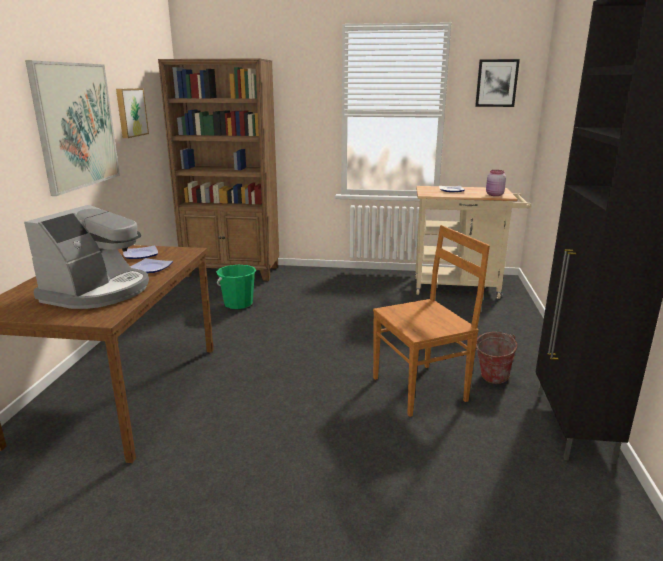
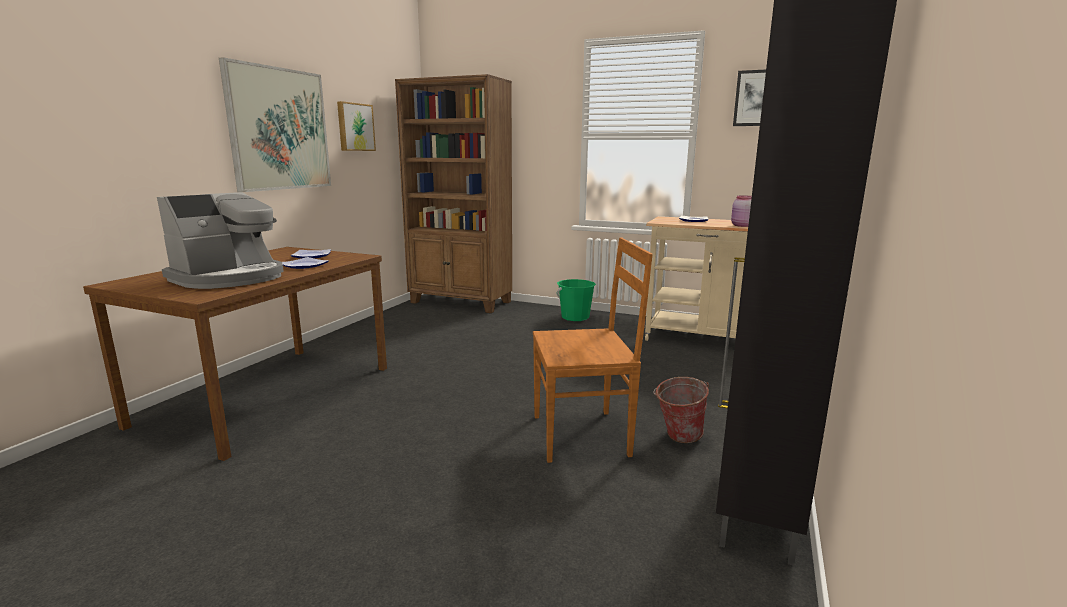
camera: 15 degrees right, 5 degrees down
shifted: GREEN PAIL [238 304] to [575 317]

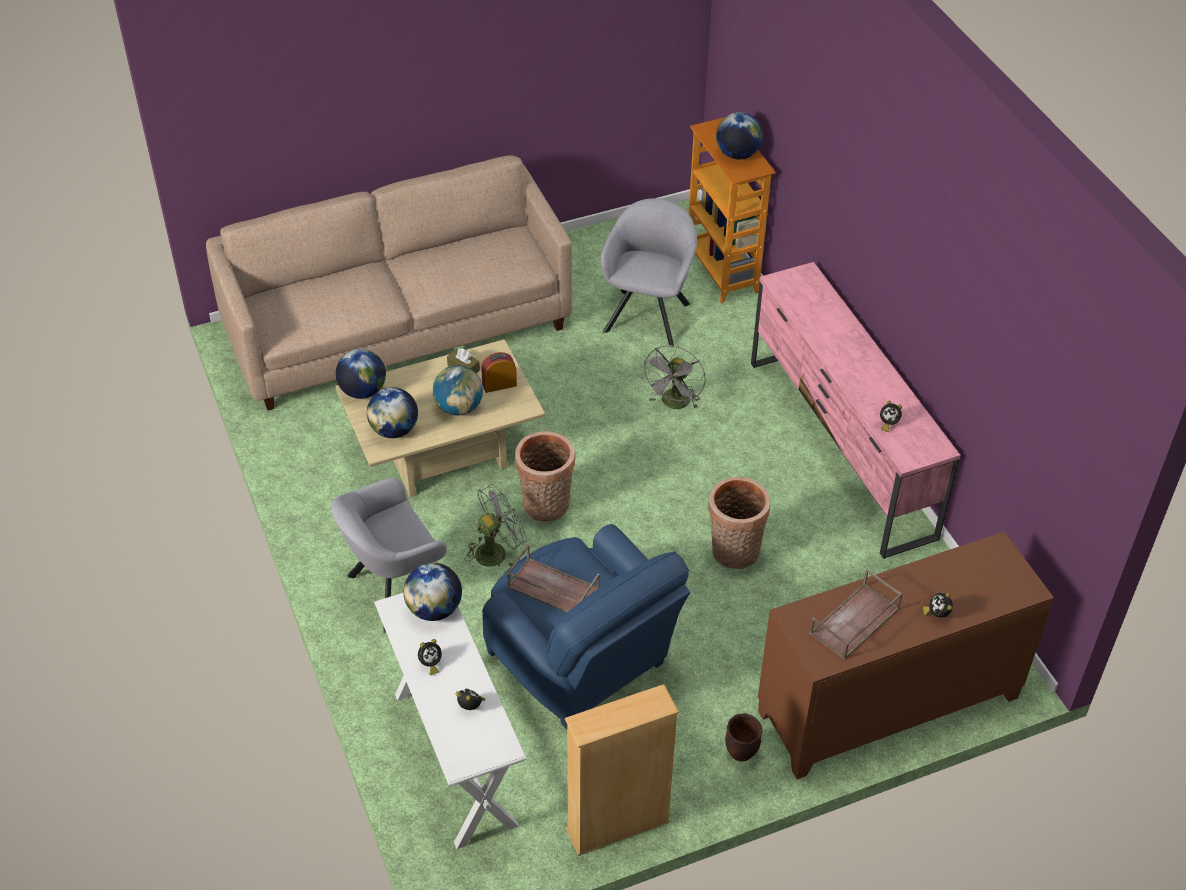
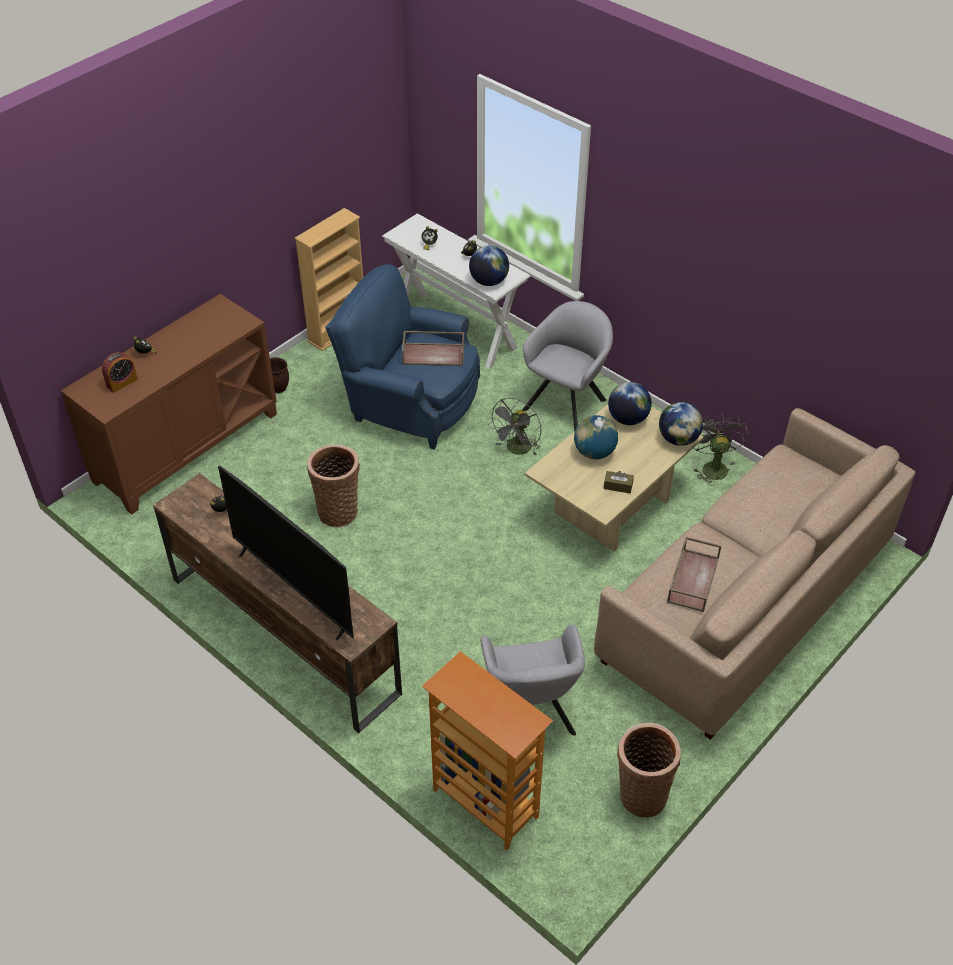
camera: 155 degrees right, 0 degrees up
gone: GLOBE [737 154]
new: TELEVISION [294 591]
shifted: GRAY ELECTRIC FAN [674 404] to [712 466]; BEDSIDE CLOCK [499 384] to [122 383]; BASKET [546 507] to [641 793]; BROWNISH TRAY [854 622] to [692 579]
repainted: PINKISH MEDIA CONSOLE [840 448] to BROWNISH MEDIA CONSOLE [283 634]

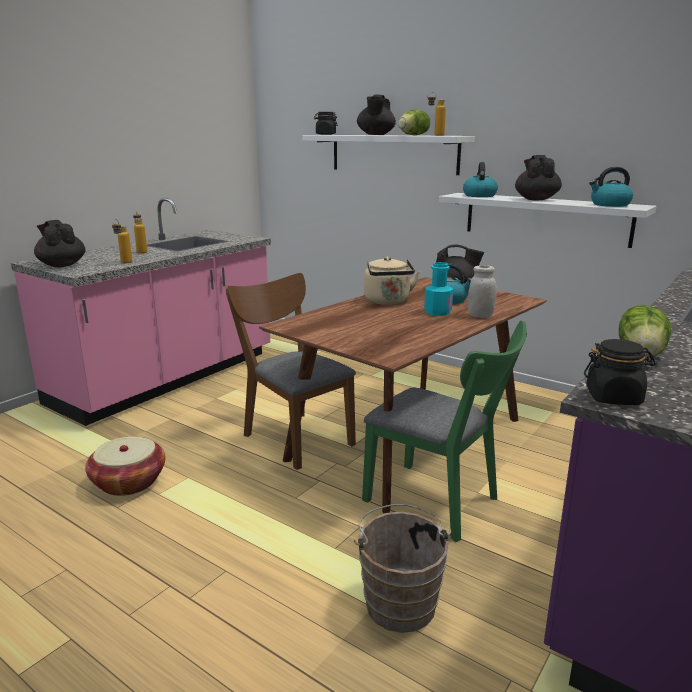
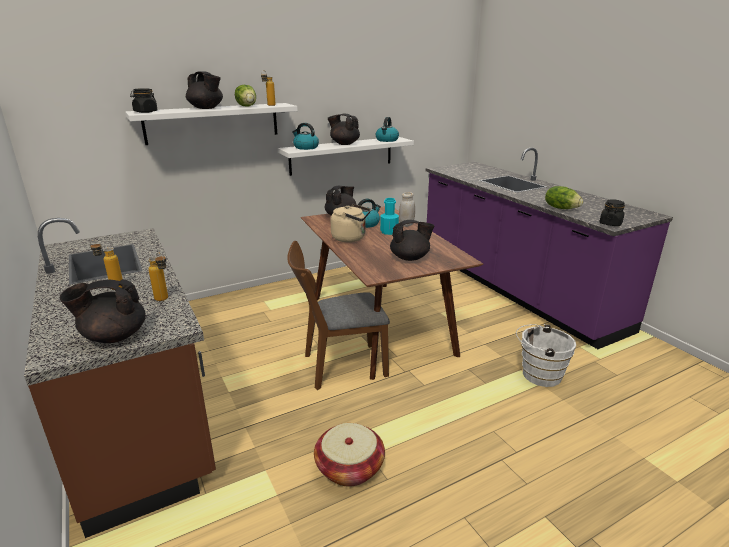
camera: 65 degrees left, 5 degrees up
gone: GREEN PLAIN CHAIR [439 503]
new: BLACK-COLOURED TEA POT [410 258]
repainted: PINKISH KITCHEN BASE UNIT [167 378] to BROWNISH KITCHEN BASE UNIT [140 416]; BROWNISH PAIL [399 601] to WHITE PAIL [538 374]

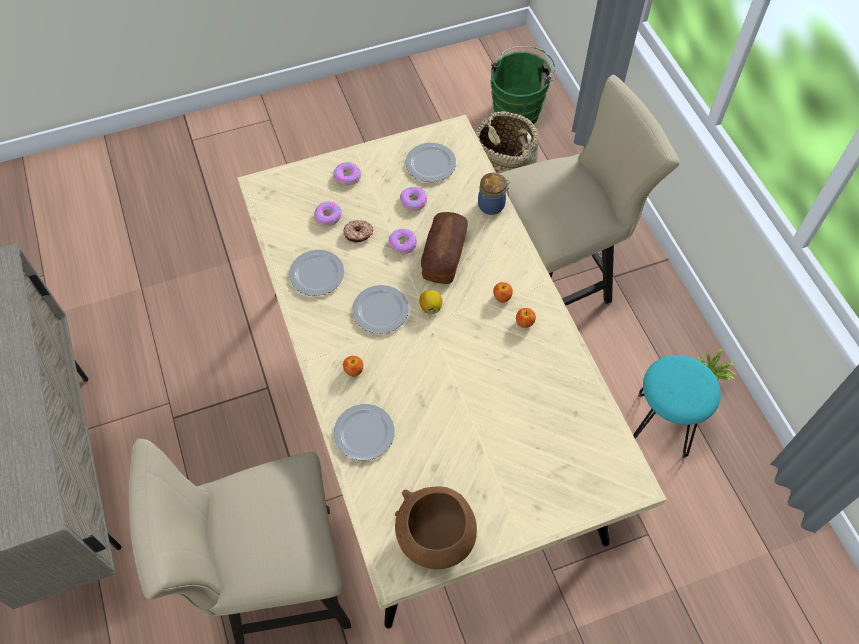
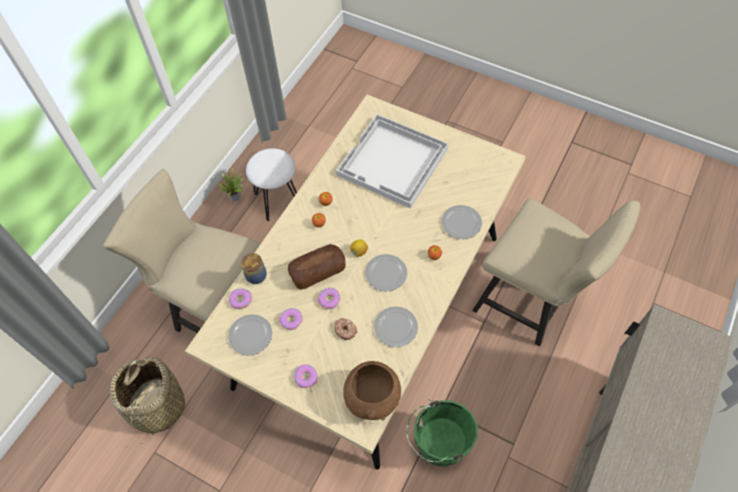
camera: 130 degrees left, 0 degrees up
new: WHITE TRAY [393 162]
shifted: GREEN PAIL [518 109] to [437 444]; DOUGHNUT [328 216] to [241 300]; BROWNISH SERVING BOWL [435 539] to [372 398]
repainted: TURQUOISE SITTING STOOL [662 424] to WHITE SITTING STOOL [277 200]

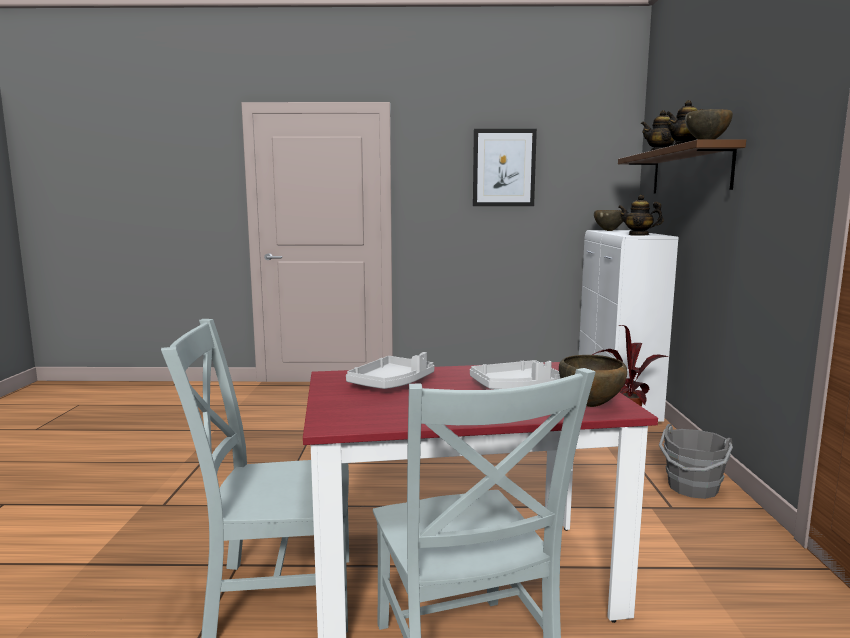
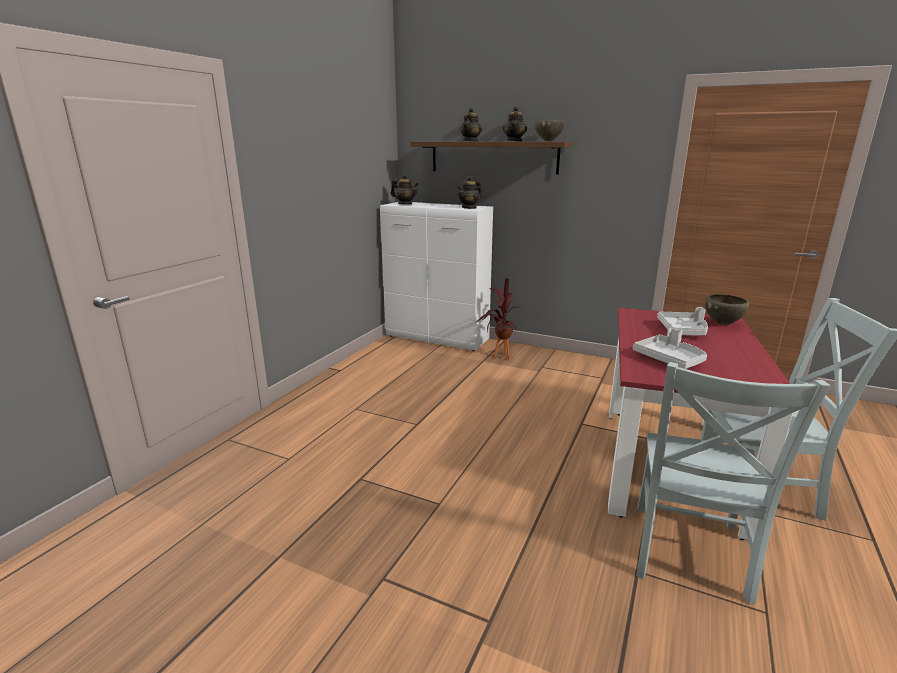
camera: 65 degrees left, 10 degrees up
gone: WALL PICTURE [504 168]; GRAY PAIL [692 488]
swapped: BROWNISH SERVING BOWL [609 231] to TEA POT [405 204]

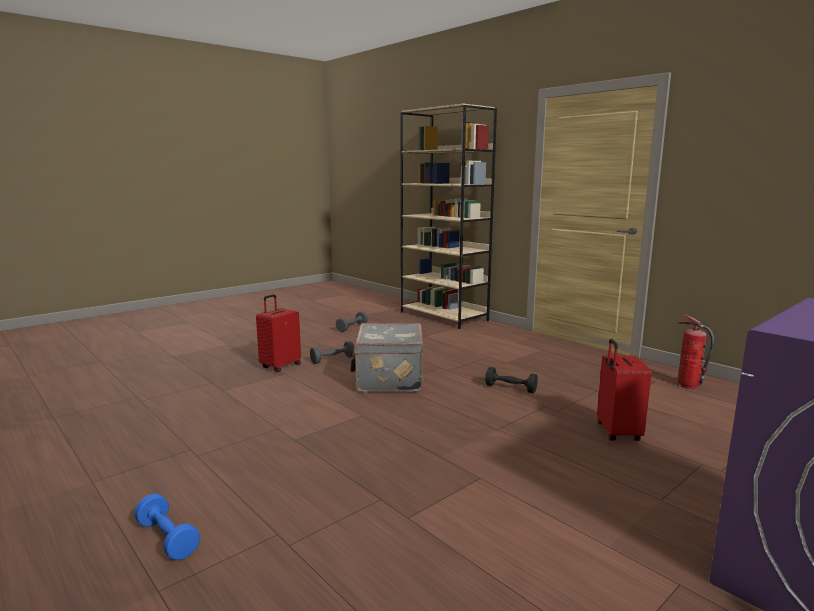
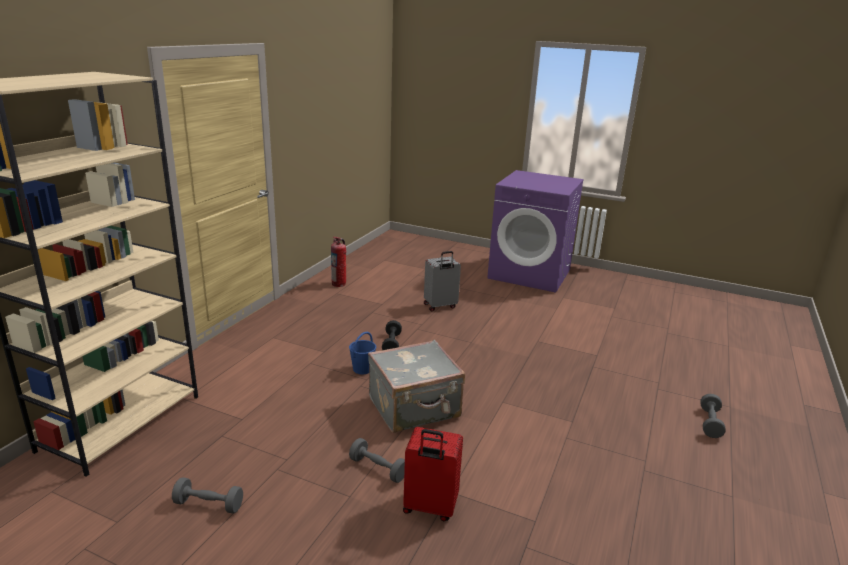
camera: 115 degrees left, 10 degrees up
new: BLUE PAIL [363 369]
repainted: RED-COLOURED SUITCASE [617 433] to GRAY SUITCASE [440 306]; BLUE FREE WEIGHT [168 539] to GRAY FREE WEIGHT [710 423]

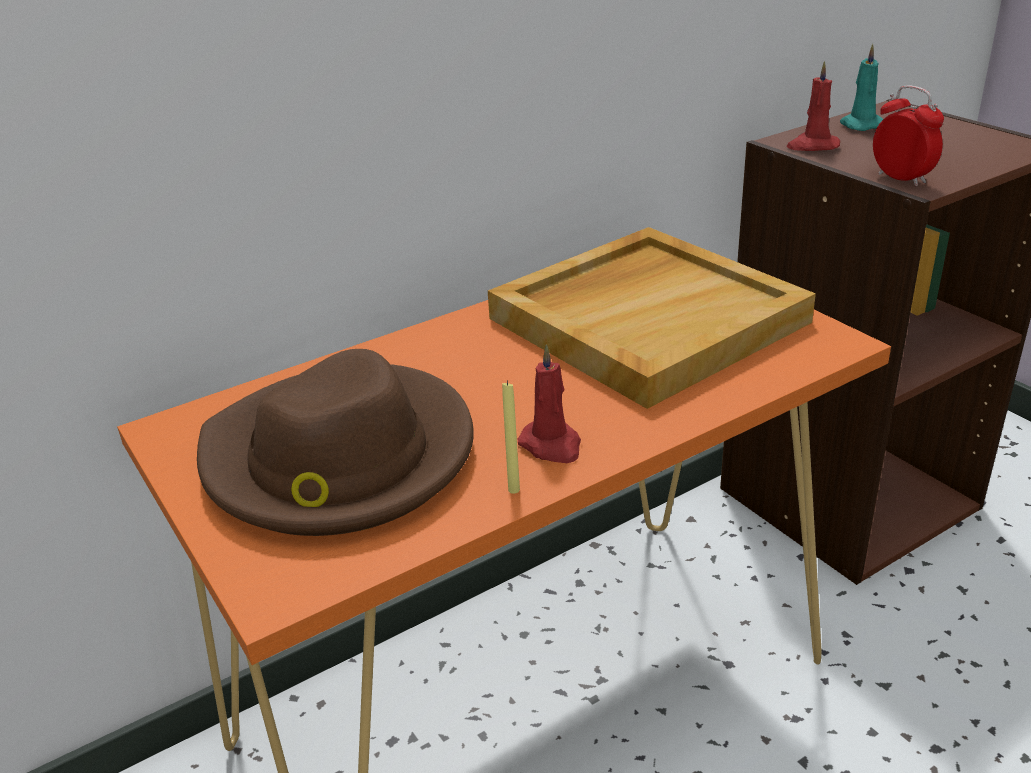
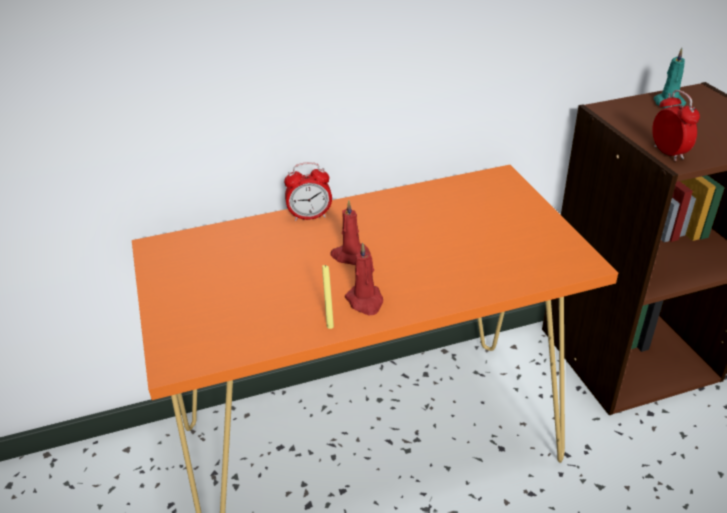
camera: 15 degrees right, 5 degrees up
gone: BEIGE TRAY [647 319]; BROWNISH WEARABLE HAT [339 458]
new: BEDSIDE CLOCK [310 216]
shifted: RED-COLOURED WAX CANDLE [812 146] to [349 255]

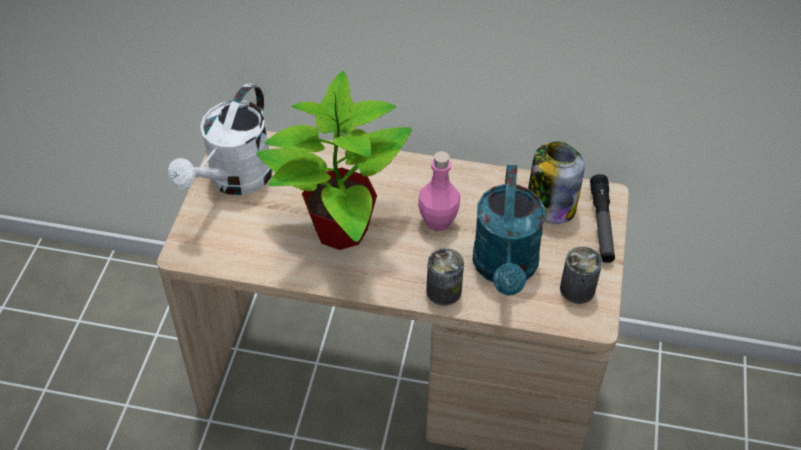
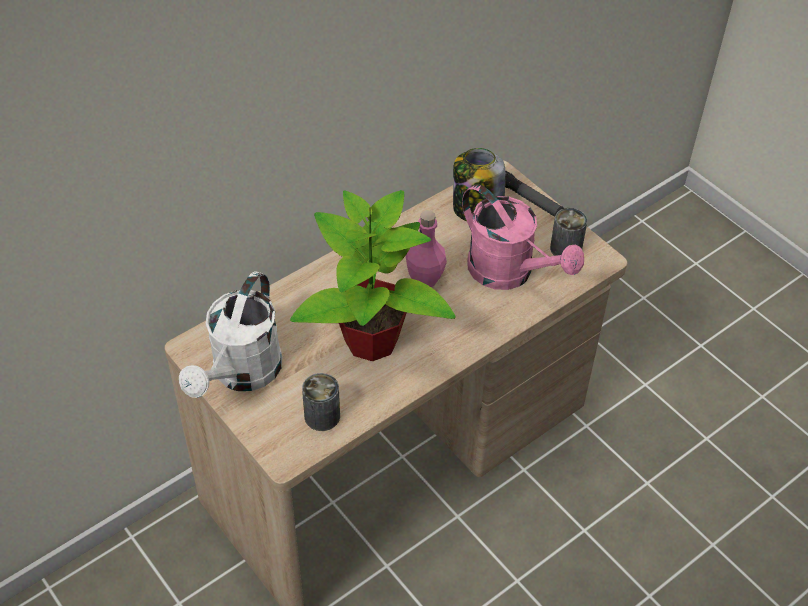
camera: 50 degrees left, 0 degrees up
shifted: CAN [443 291] to [322 416]
repainted: TURQUOISE WATERING CAN [505 269] to PINKISH WATERING CAN [510 273]
rotated: WHITE WATERING CAN [234 181] = [241 375] 45 degrees clockwise

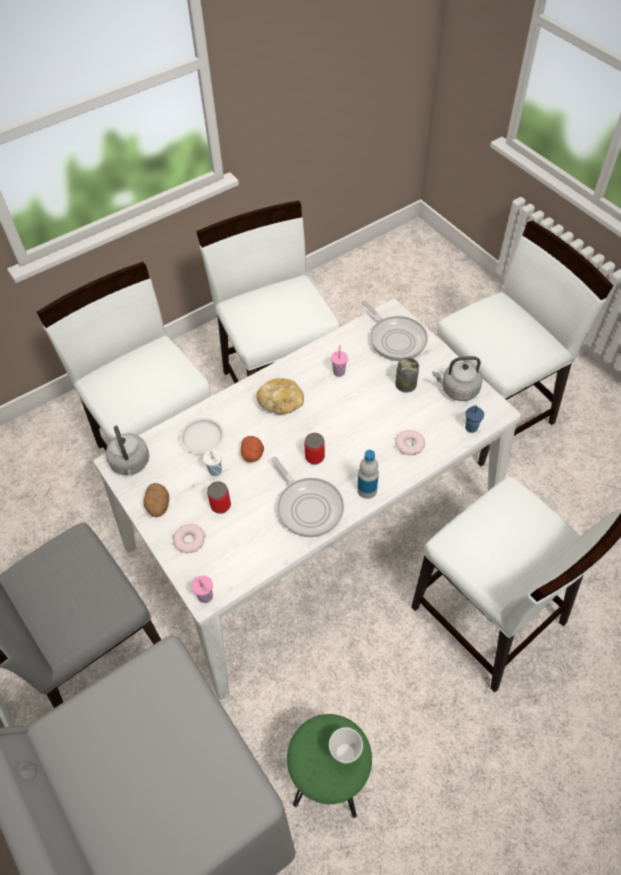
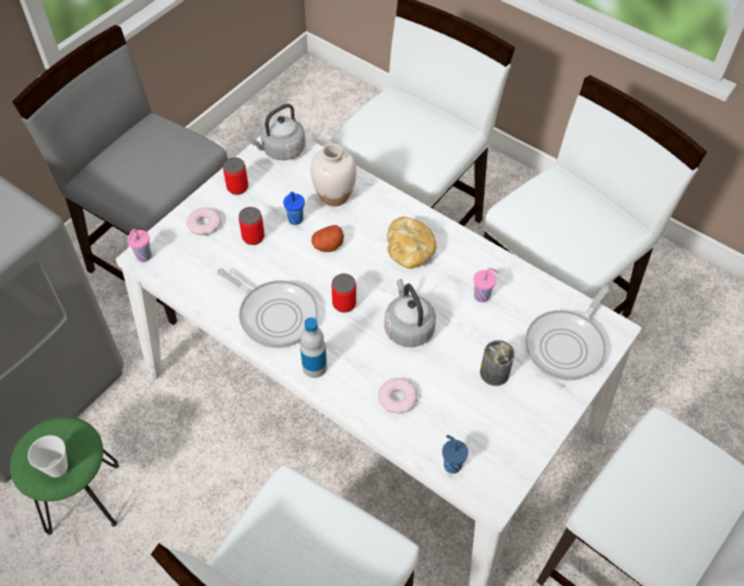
camera: 70 degrees right, 0 degrees up
shifted: GRAY TEA KETTLE [457 390] to [408 327]
swapped: WHITE FLAT DISH [202 438] to WHITE VASE [334 196]; POTATO [158 506] to CAN [237 187]
repainted: WHITE DRINKING CUP [215 471] to BLUE DRINKING CUP [295 220]
rotated: FRYING PAN [308 506] = [274 314] 90 degrees counterclockwise

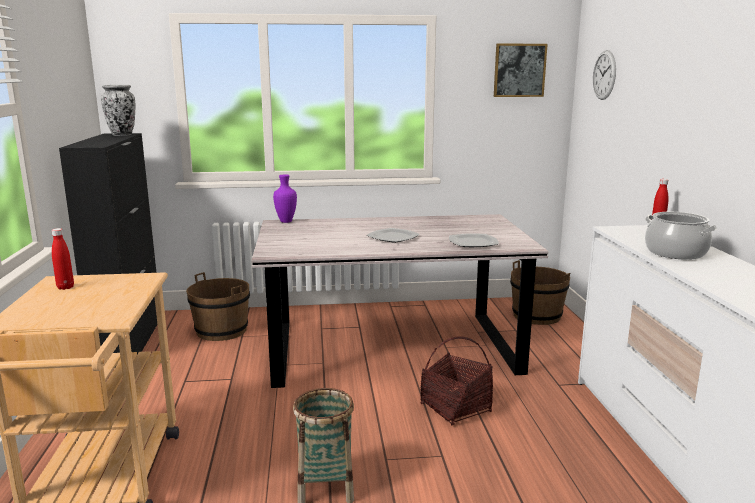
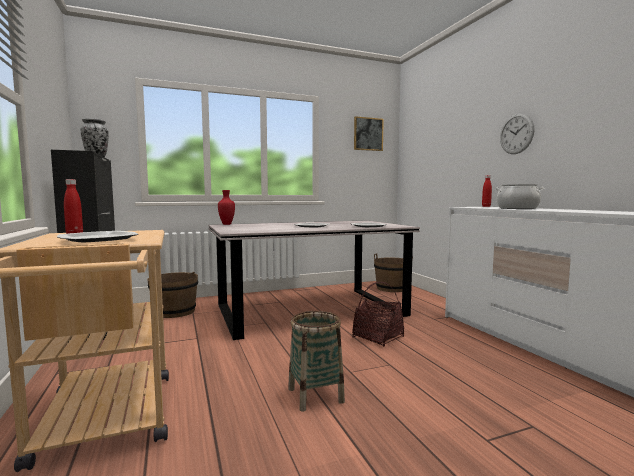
camera: 15 degrees left, 10 degrees down
new: FLAT DISH [97 239]
shifted: CLOCK ON THE WALL [604 75] to [516 134]
repainted: PURPLISH VASE [285 221] to RED-COLOURED VASE [226 224]

